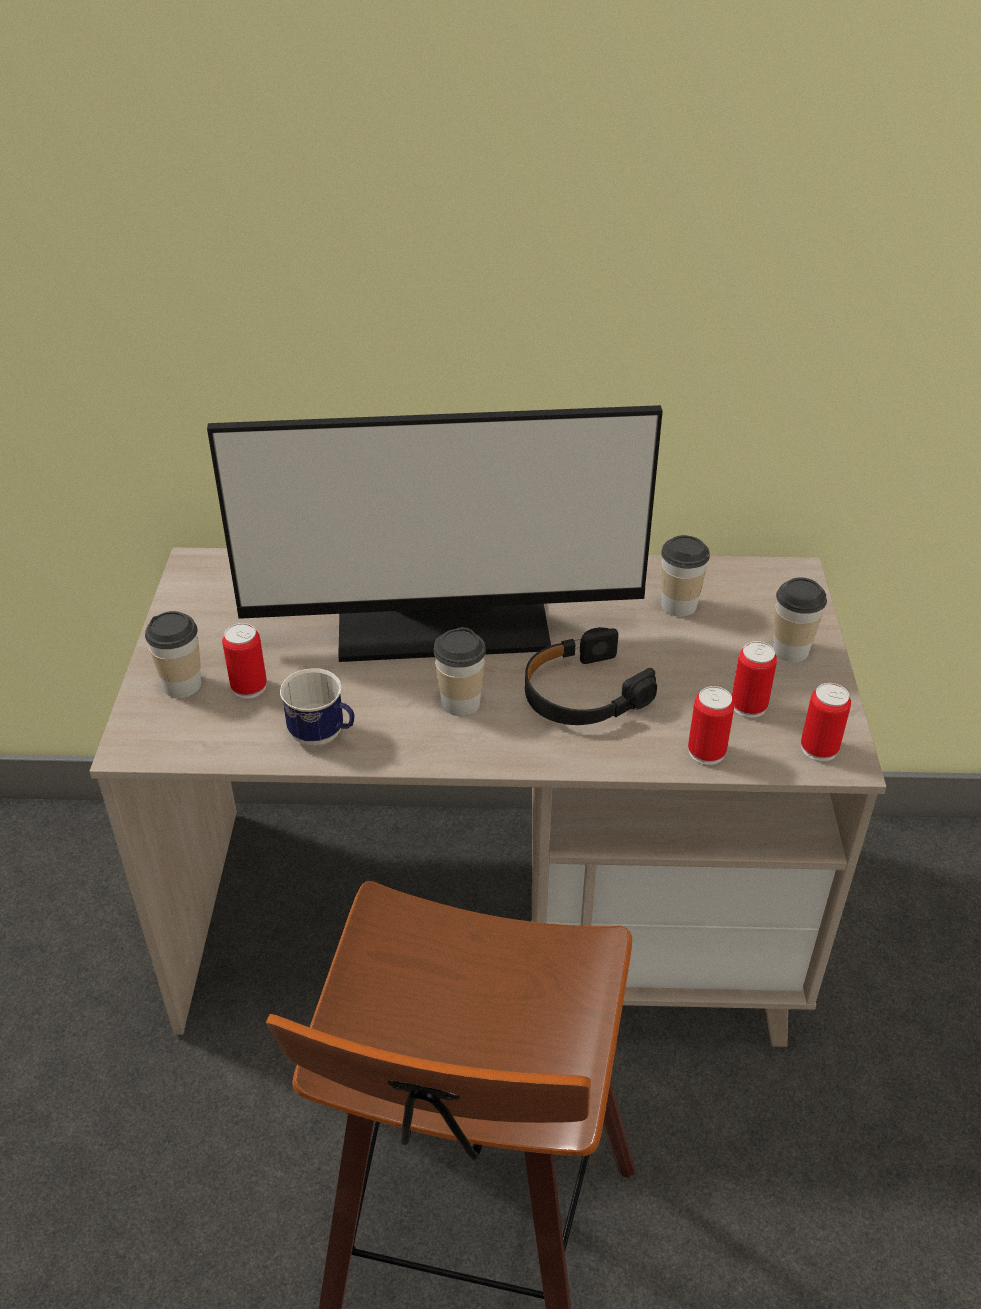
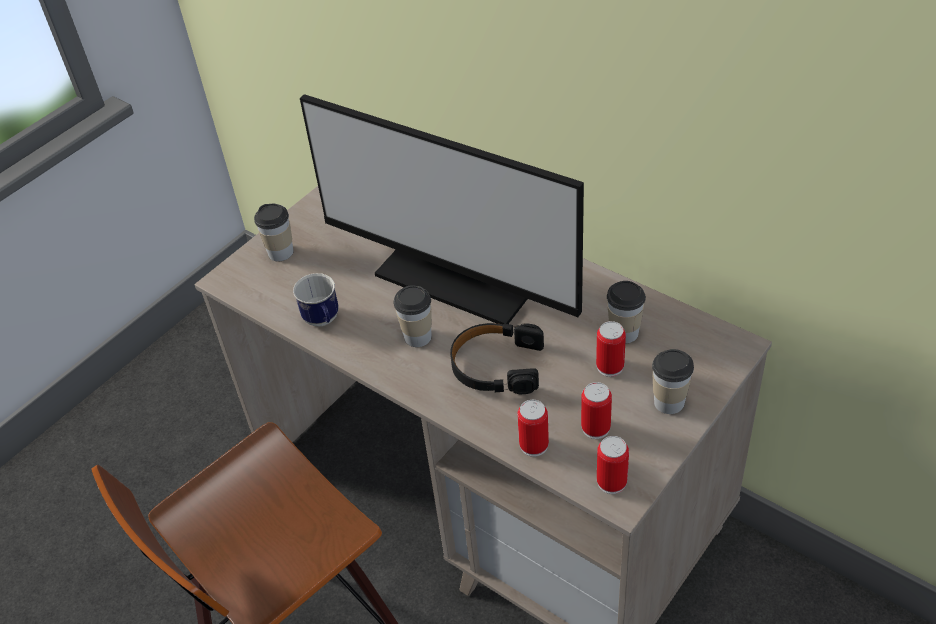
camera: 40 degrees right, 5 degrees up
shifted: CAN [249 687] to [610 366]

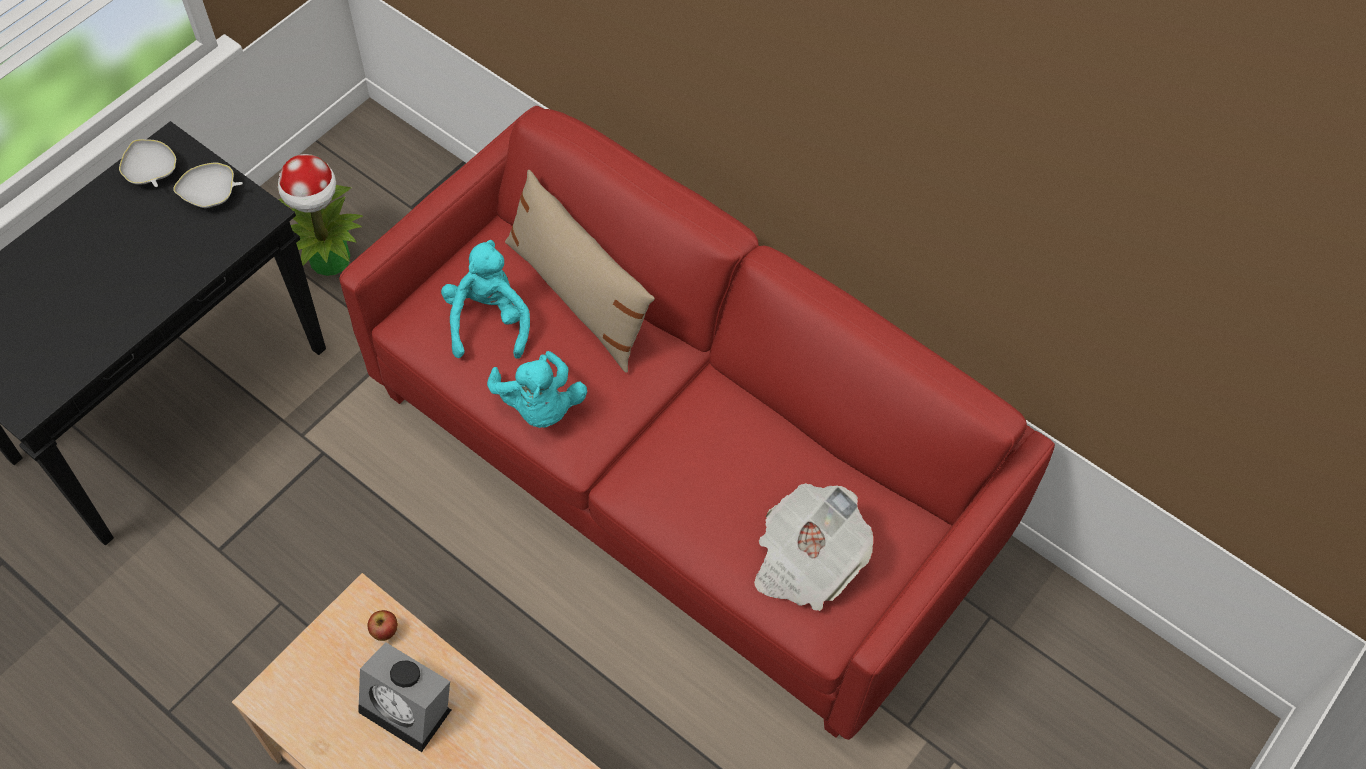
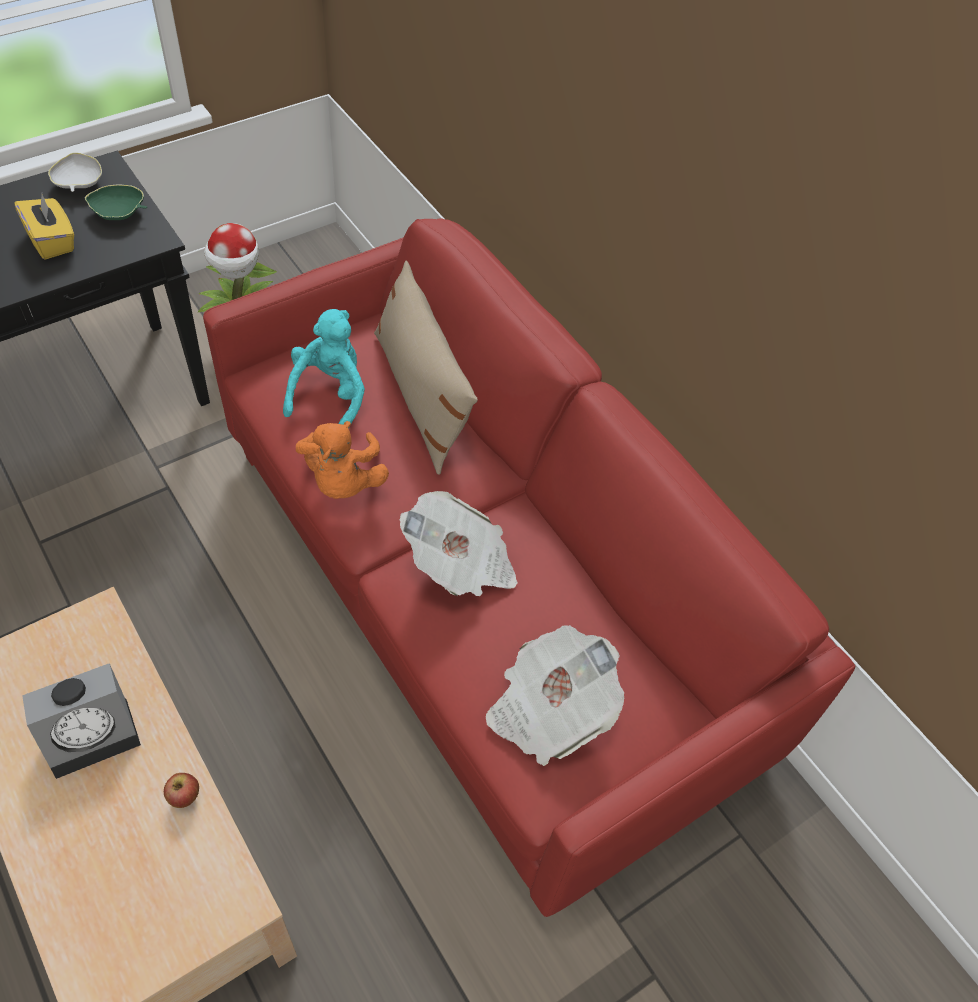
camera: 15 degrees right, 5 degrees down
new: YELLOW TISSUE BOX [52 241]; PRINTED PAPER [460 564]
shifted: WHOLE APPLE [385 632] to [185 797]
repainted: WHITE SERVING BOWL [211 195] to GREEN SERVING BOWL [119 213]; TURQUOISE SOFT TOY [539 406] to ORANGE-COLOURED SOFT TOY [343 481]
rotated: BEDSIDE CLOCK [410 708] = [94 732] 75 degrees counterclockwise

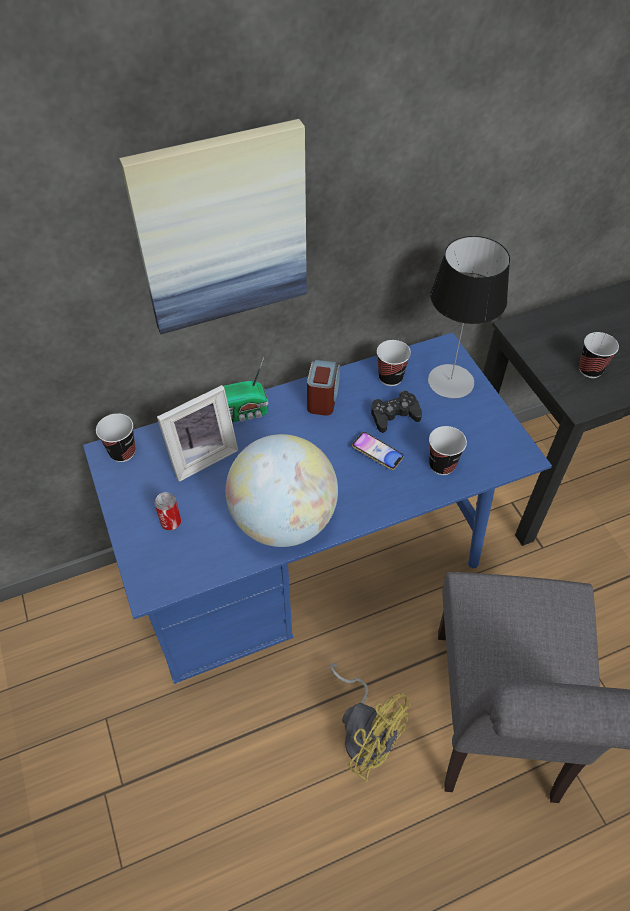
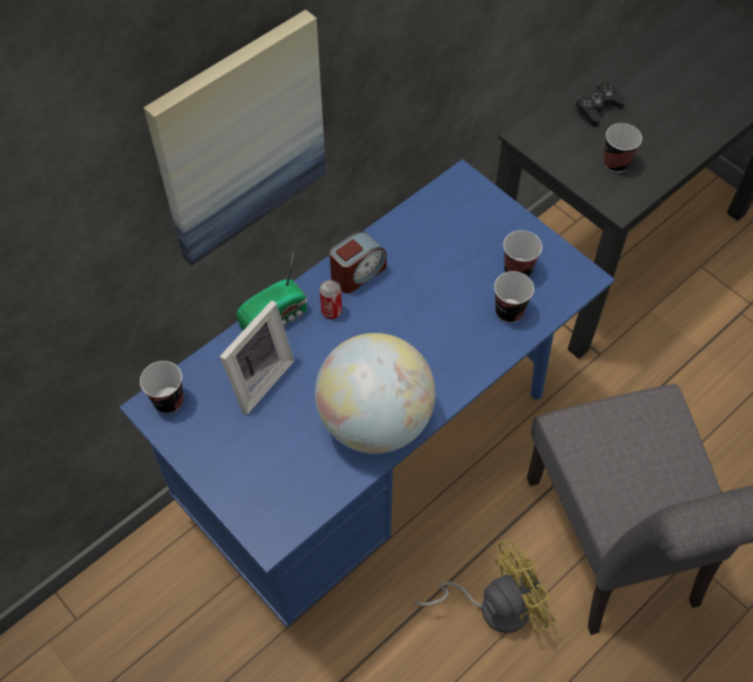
camera: 20 degrees left, 5 degrees up
gone: TABLE LAMP [450 381]; TELEPHONE [377 453]
shifted: DRINKING CUP [390 377] to [517 270]; BLACK-COLOURED JOYPAD [394 415] to [598 108]; CAN [171 522] to [331 311]
rotated: BEDSIDE CLOCK [323 397] = [357 273] 60 degrees clockwise; YELLOW ELECTRIC FAN [366 732] = [493 605] 45 degrees counterclockwise

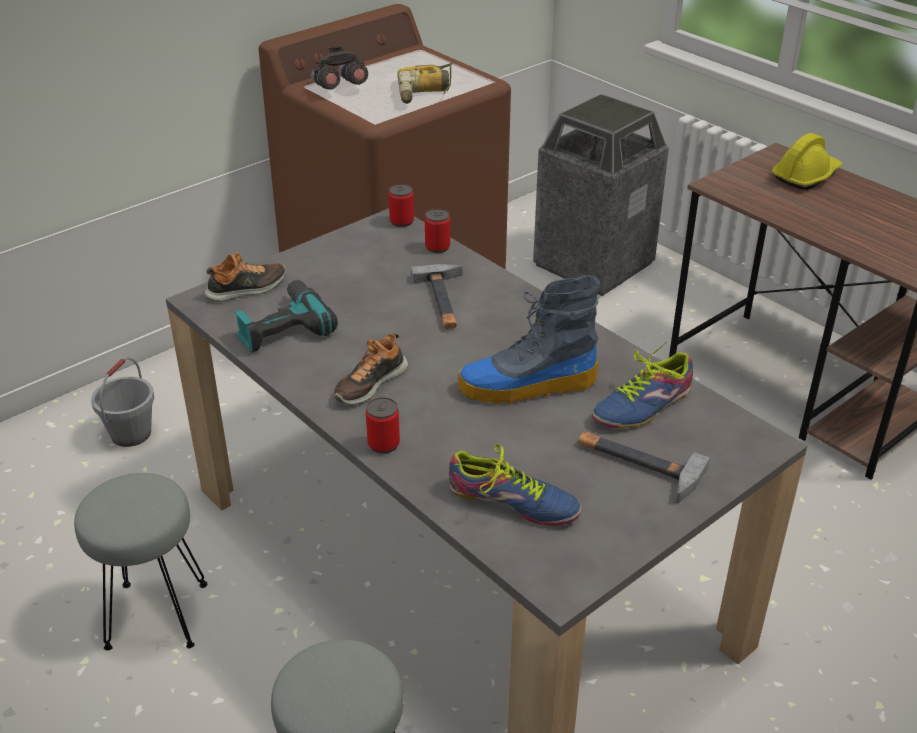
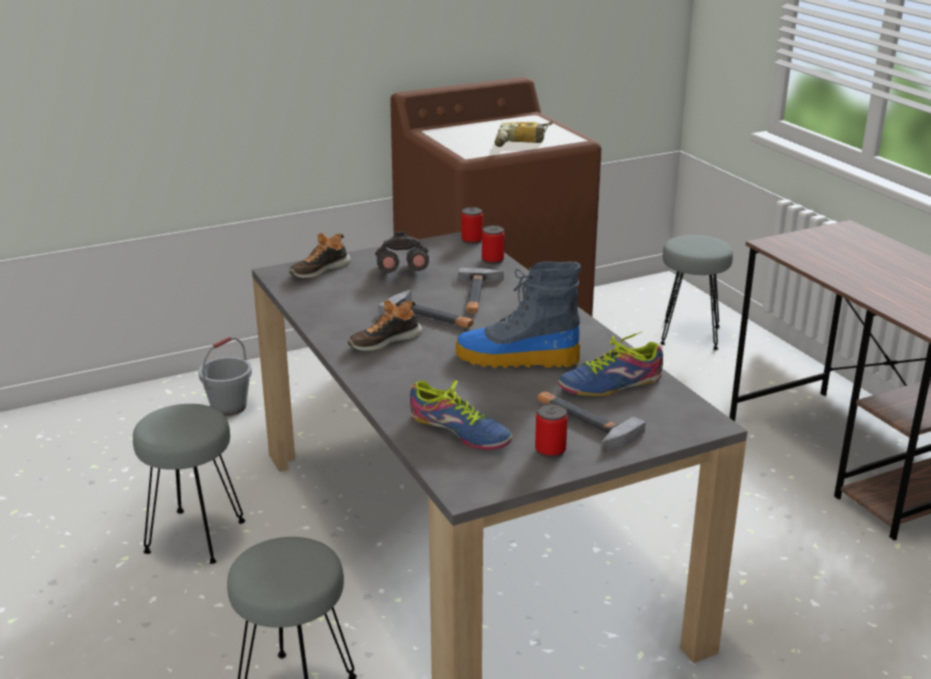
camera: 15 degrees right, 10 degrees down
gone: YELLOW WORK HELMET [805 176]; DRILL [282 327]
new: TOOL HAMMER [431 316]
shifted: GRAY FIELD GLASSES [339 88] to [401 272]; CAN [383 444] to [550 450]
swapped: RUBBISH BIN [592 264] to GRAY SITTING STOOL [689 335]
rotated: ITEM OF FOOTWEAR [247 289] = [319 270] 150 degrees clockwise

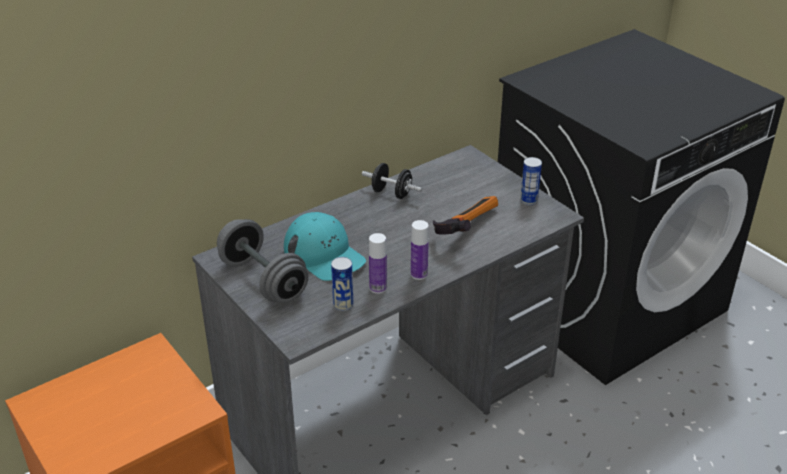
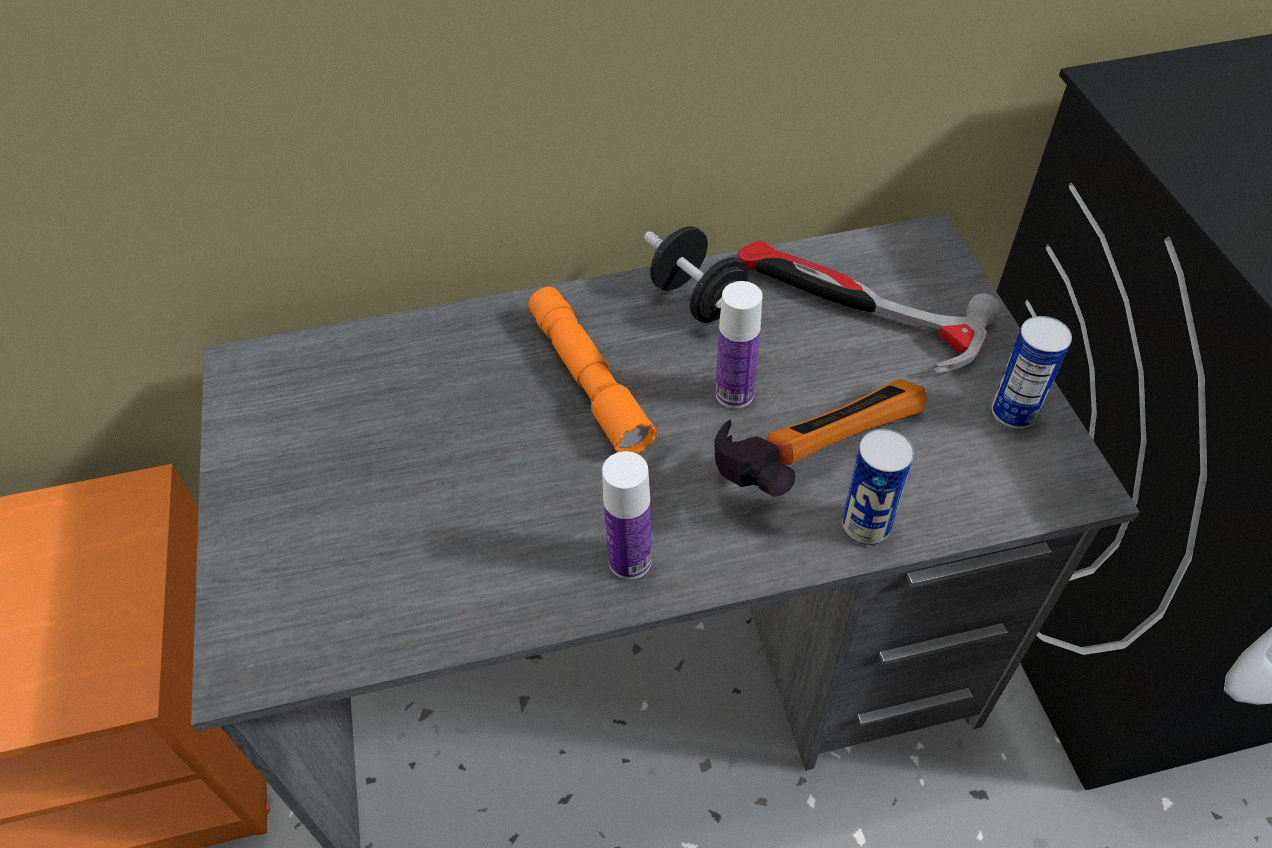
camera: 25 degrees right, 15 degrees up
gone: TURQUOISE PEAKED CAP [324 255]; GRAY FREE WEIGHT [263 280]
new: TOOL HAMMER [854 309]; ORANGE-COLOURED TORCH [588 380]
shifted: DRINK BOTTLE [378 288] to [734 394]; CAN [343 305] to [865 526]

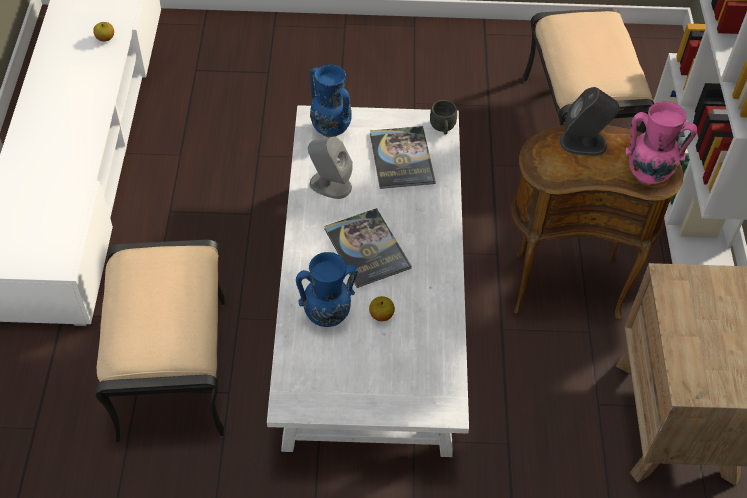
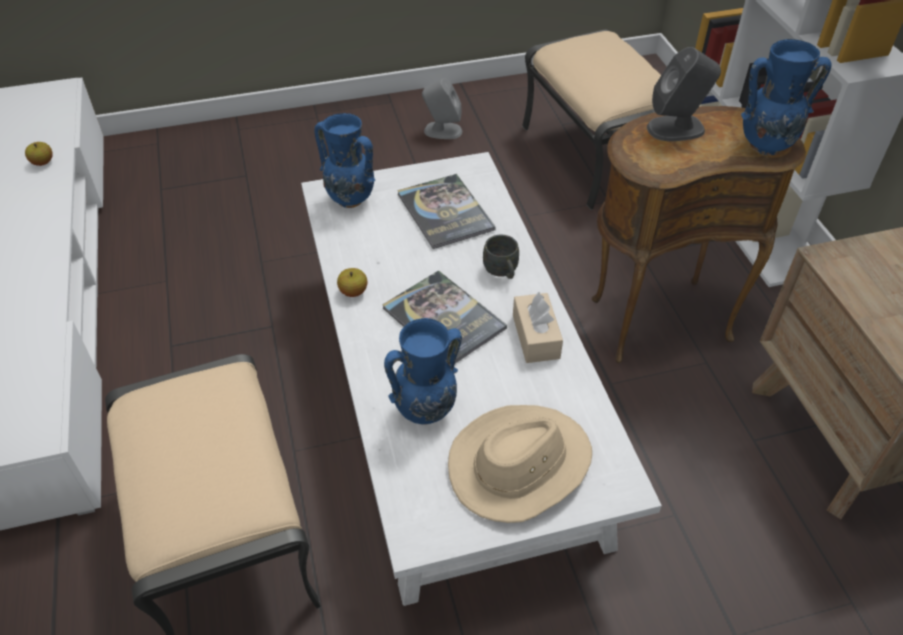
camera: 15 degrees left, 5 degrees down
new: BEIGE TISSUE BOX [535 336]; BEIGE WEARABLE HAT [519 465]
shifted: GRAY MUG [443 128] to [502 272]; GRAY AUDIO SPEAKER [330 185] to [442 131]; WHOLE APPLE [381 315] to [353 292]
repainted: PINKISH VASE [647 175] to BLUE VASE [764 145]

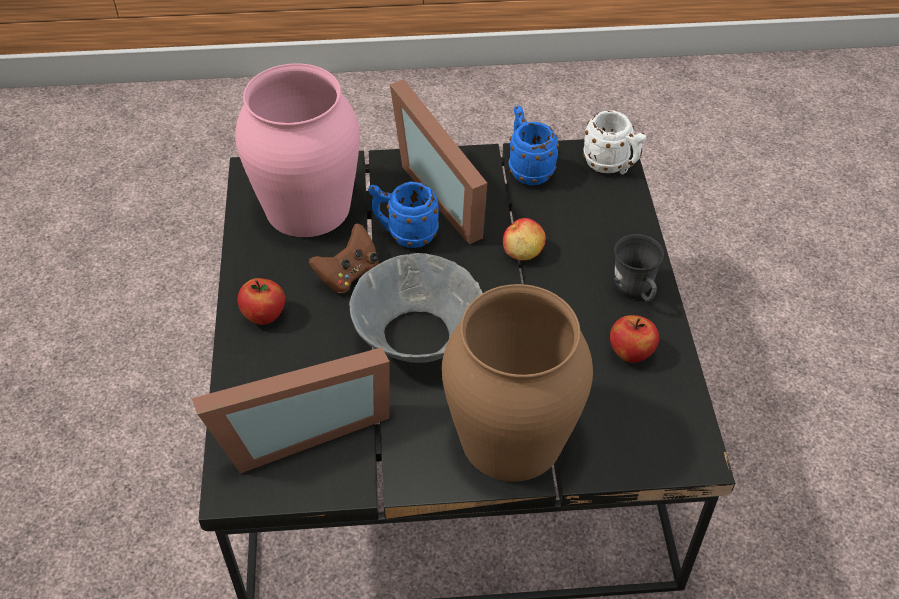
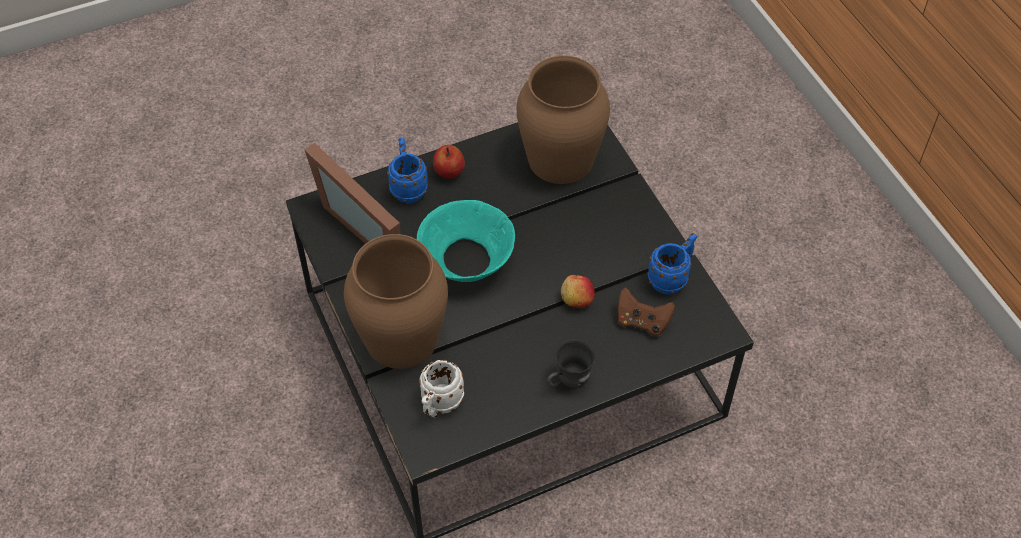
camera: 70 degrees right, 5 degrees up
gone: PICTURE FRAME [449 192]; WHOLE APPLE [630 353]
shifted: WHITE MUG [611 166] to [439 405]; BLUE MUG [405 234] to [408 187]; BROWNISH JOYPAD [348 274] to [642 322]
repainted: PINKISH VASE [308 206] to BROWNISH VASE [561 159]; GRAY SERVING BOWL [418 337] to TURQUOISE SERVING BOWL [466 261]

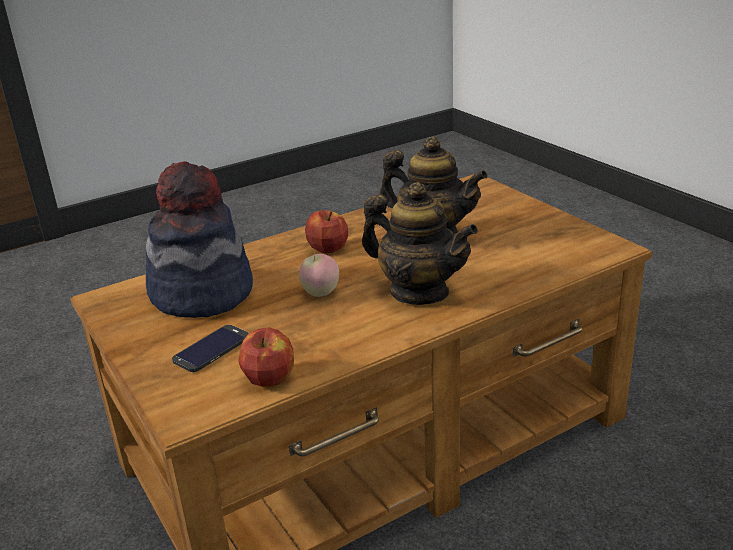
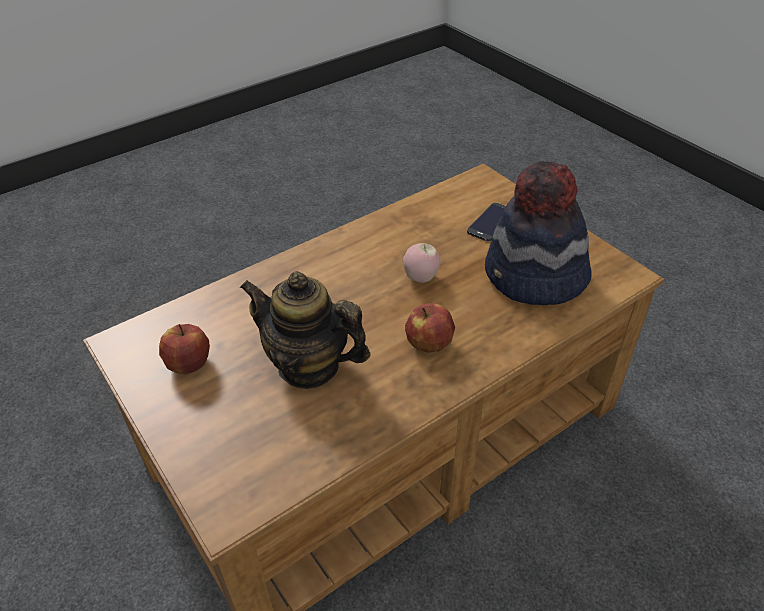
camera: 175 degrees right, 15 degrees up
gone: TEA POT [419 292]
shifted: WHOLE APPLE [270 378] to [188 364]

